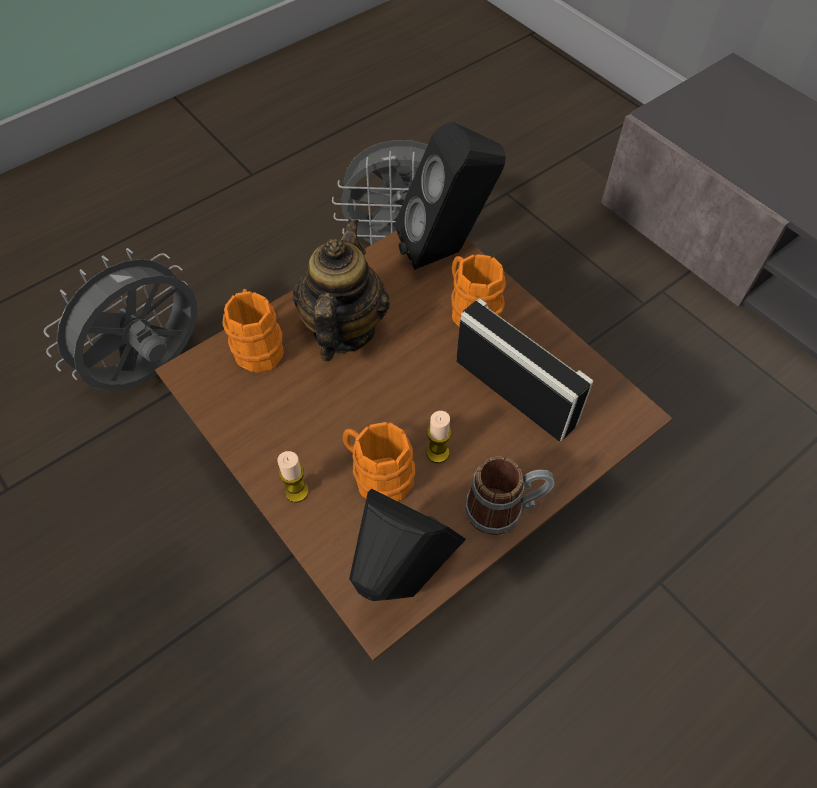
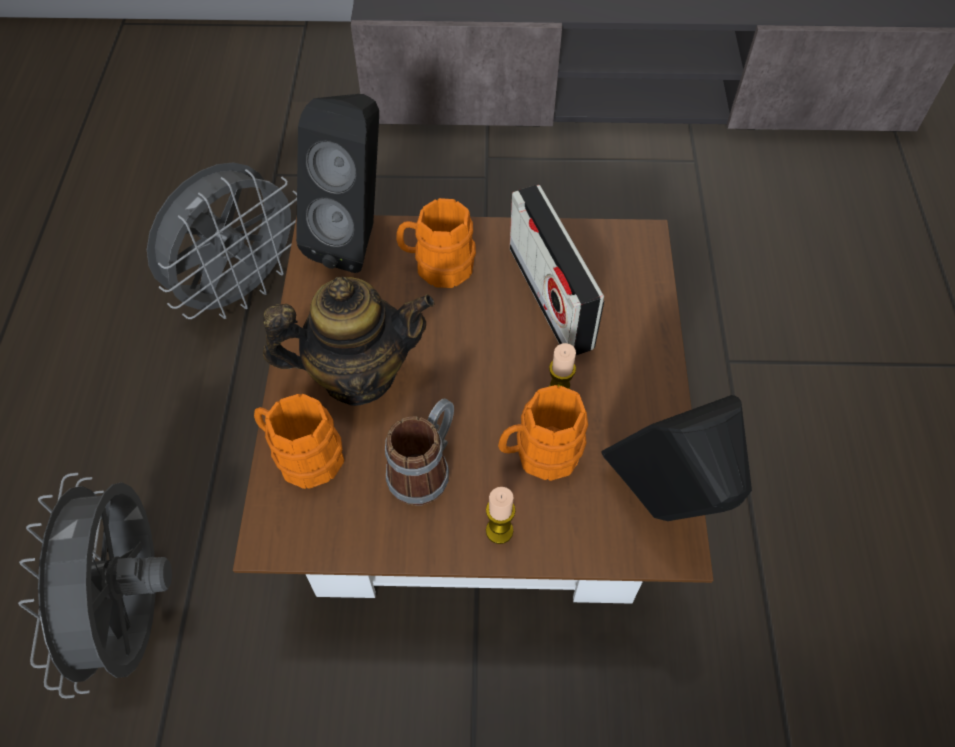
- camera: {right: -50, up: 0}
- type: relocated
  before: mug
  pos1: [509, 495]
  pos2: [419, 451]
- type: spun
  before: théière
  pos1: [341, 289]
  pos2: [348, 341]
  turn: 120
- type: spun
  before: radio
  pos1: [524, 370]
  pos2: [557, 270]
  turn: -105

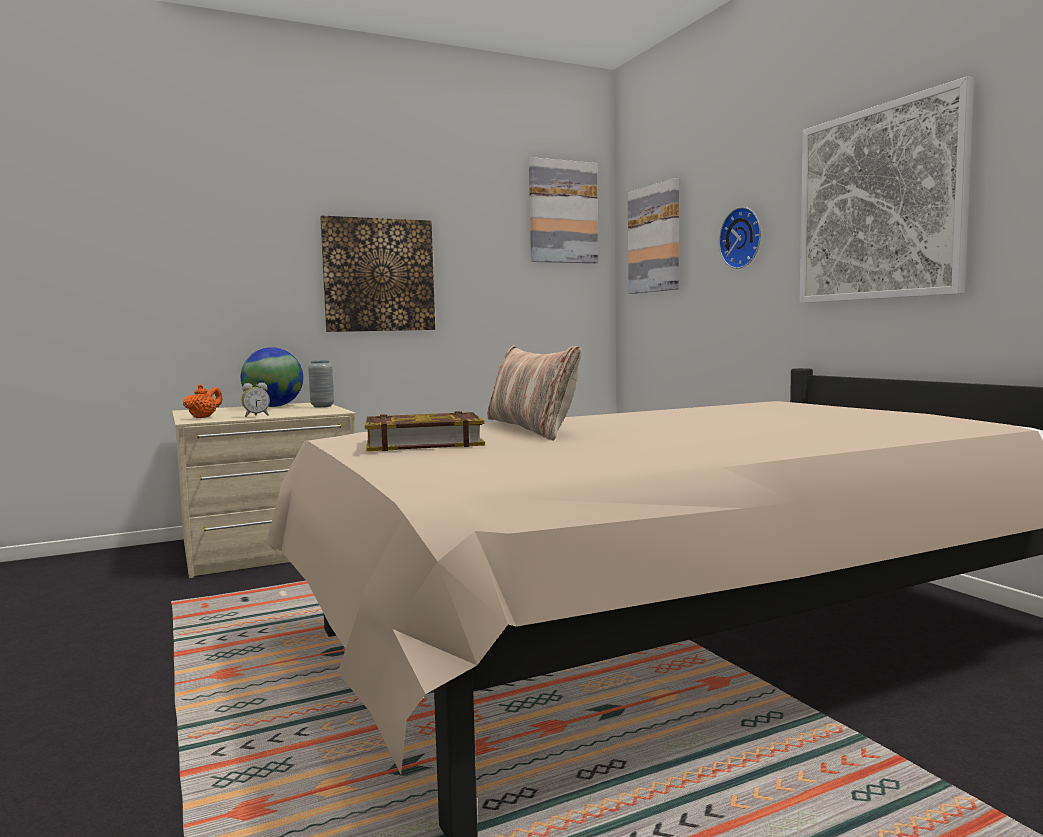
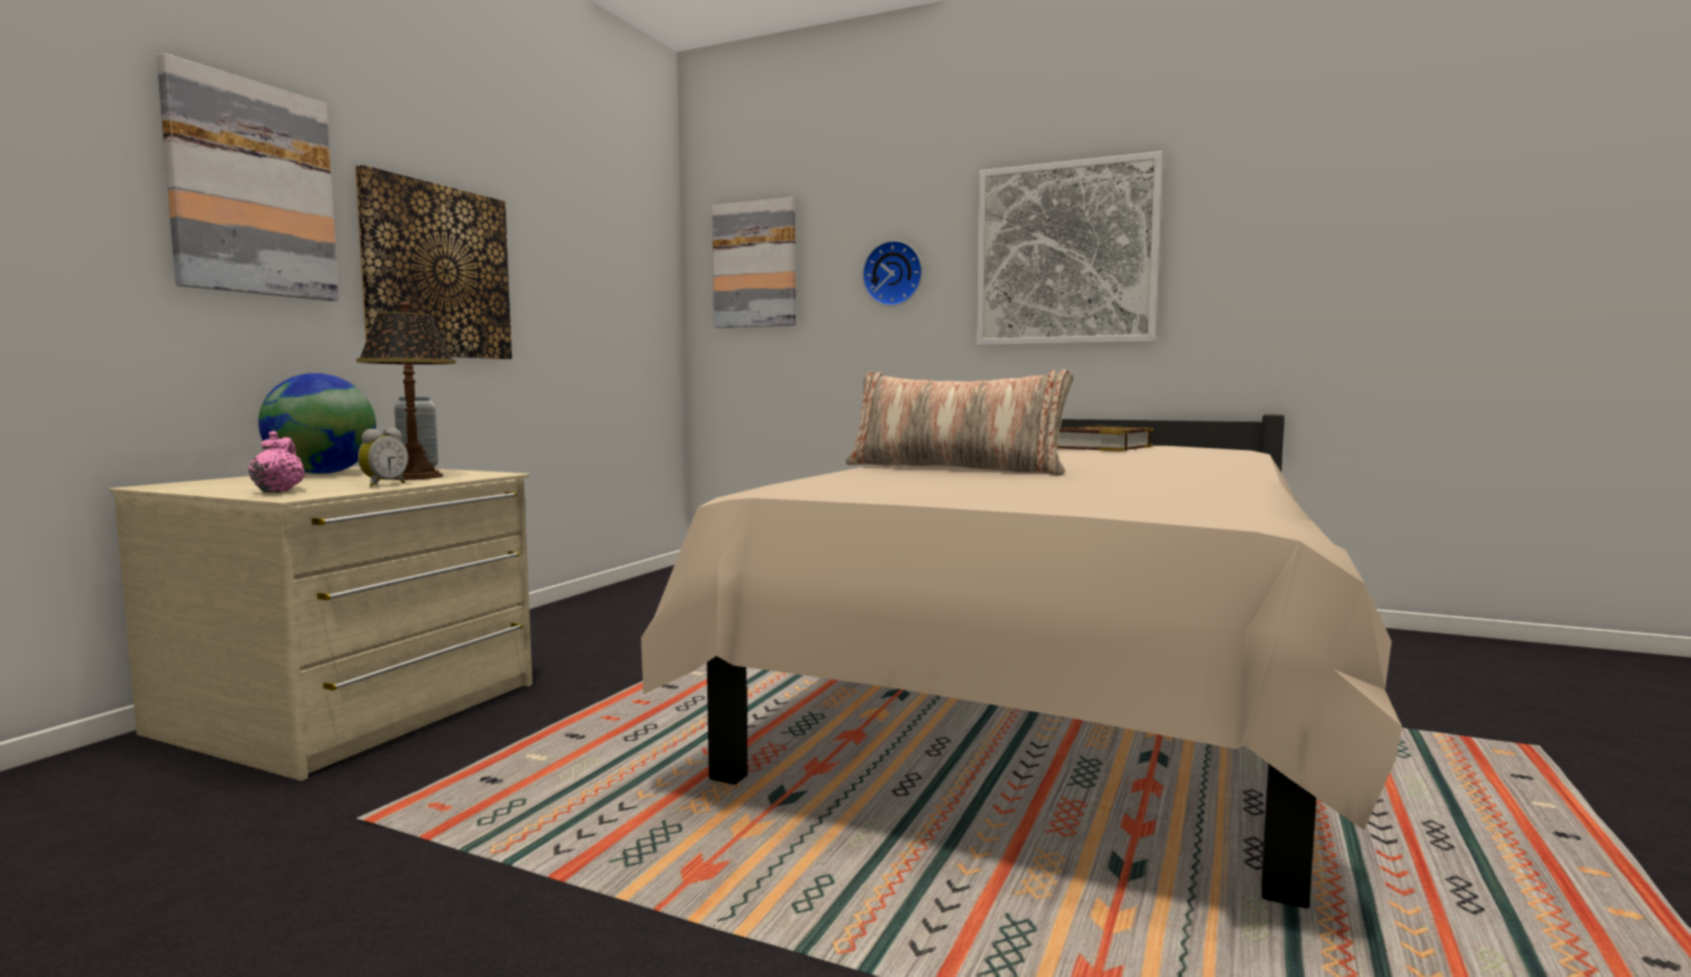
- camera: {right: -40, up: 0}
- type: appeared
  after: lampe de table
  pos2: [406, 390]
- type: relocated
  before: livre
  pos1: [425, 431]
  pos2: [1105, 438]
- type: relocated
  before: tableau
  pos1: [563, 210]
  pos2: [247, 177]
- type: colour
  before: théière/orange
  after: théière/rose
  pos1: [202, 401]
  pos2: [276, 462]

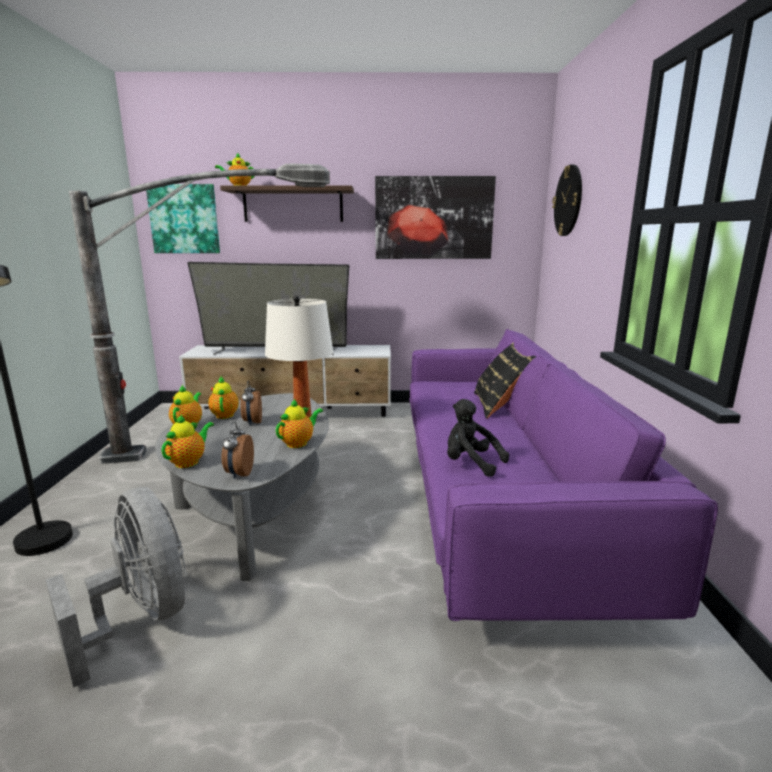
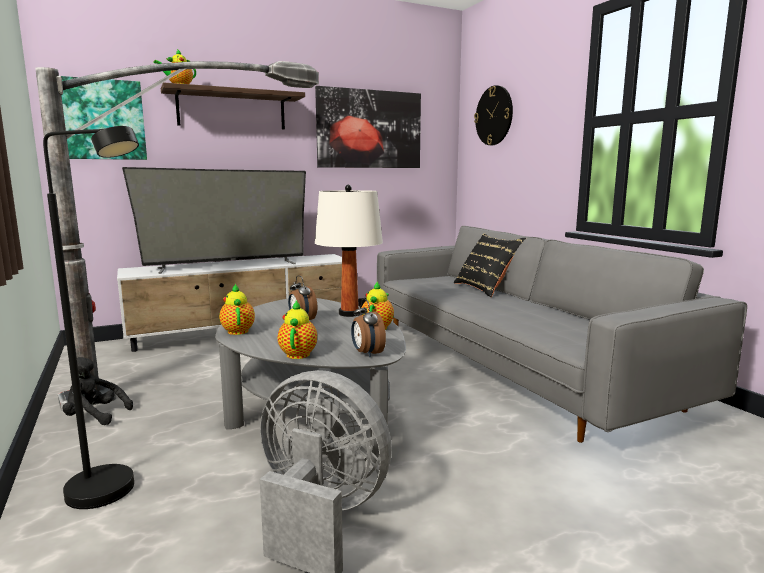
- camera: {right: -25, up: -5}
- type: missing
  before: théière
  pos1: [223, 397]
- type: relocated
  before: peluche/noir
  pos1: [478, 438]
  pos2: [98, 391]
- type: colour
  before: canapé/violet
  after: canapé/gris
  pos1: [563, 475]
  pos2: [562, 334]

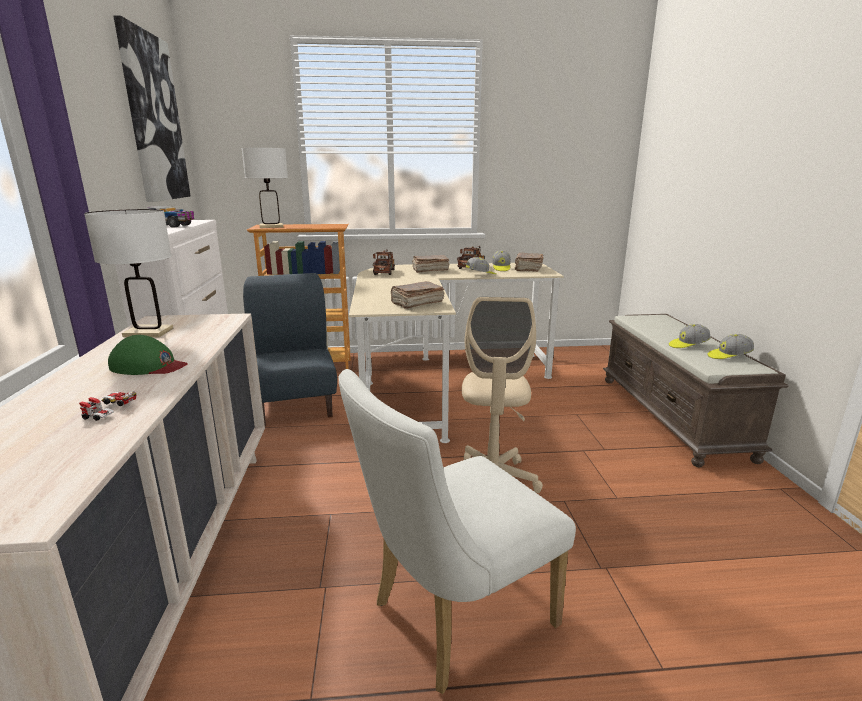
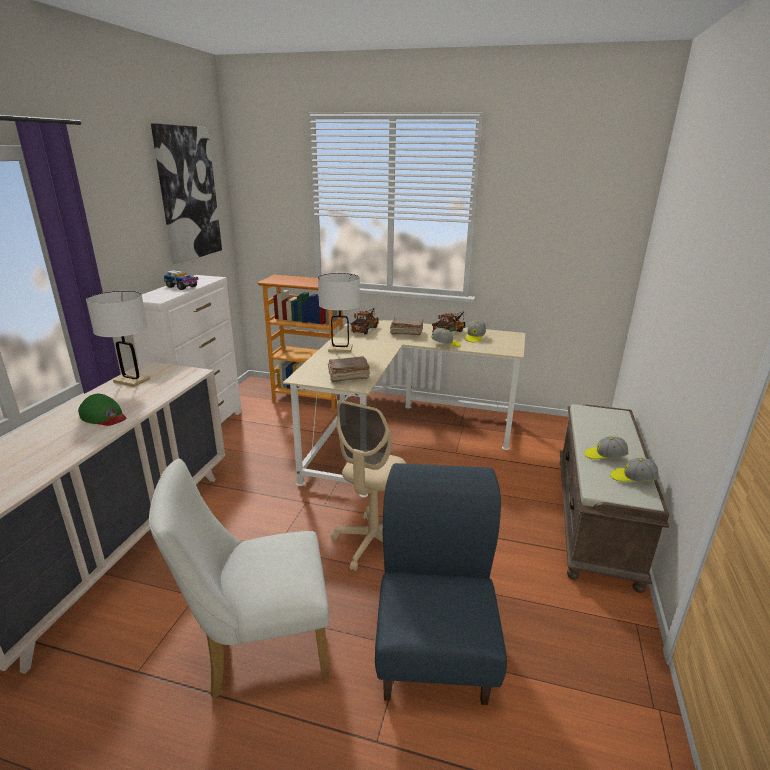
- camera: {right: 20, up: 5}
- type: missing
  before: petite voiture
  pos1: [107, 406]
- type: missing
  before: livre/marron
  pos1: [529, 262]
- type: relocated
  before: lampe de table/blanc
  pos1: [265, 188]
  pos2: [339, 313]
- type: relocated
  before: chaise/bleu
  pos1: [290, 349]
  pos2: [441, 584]

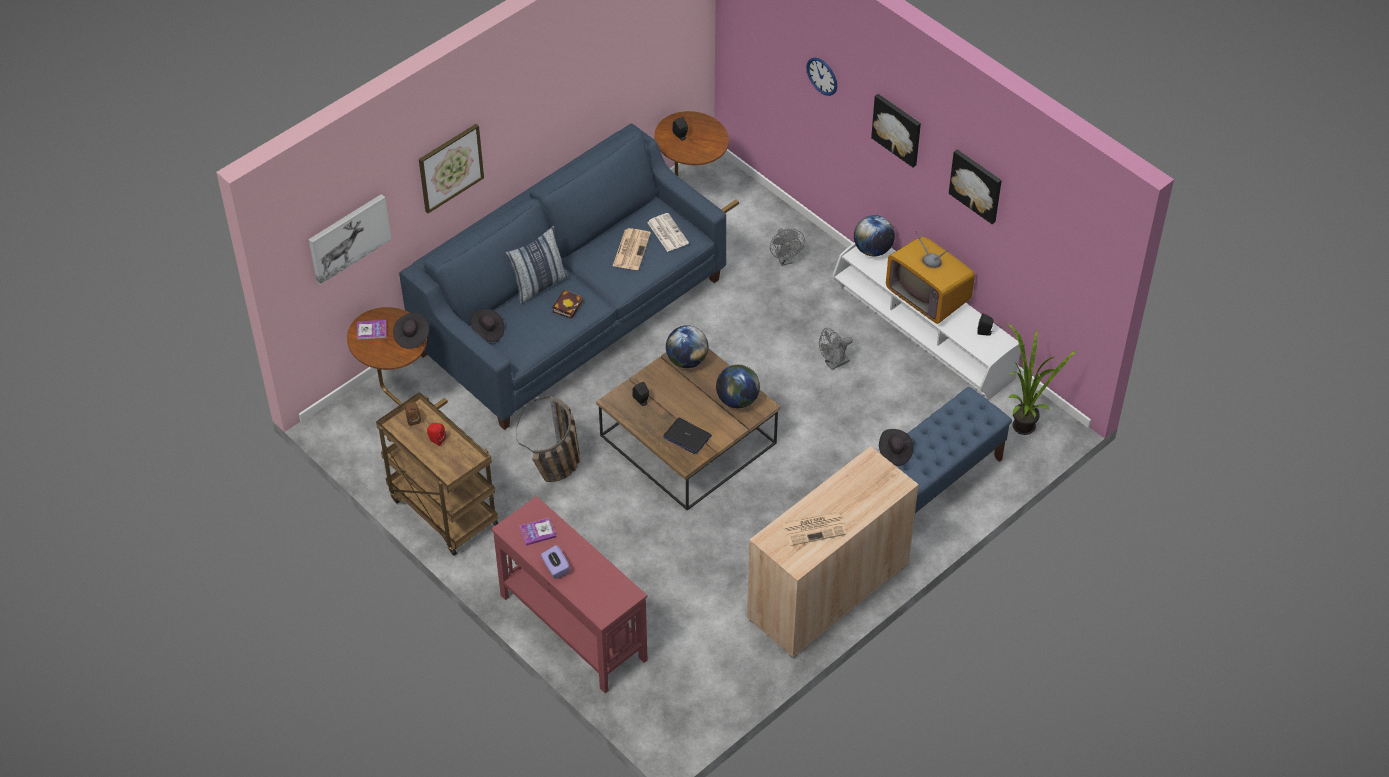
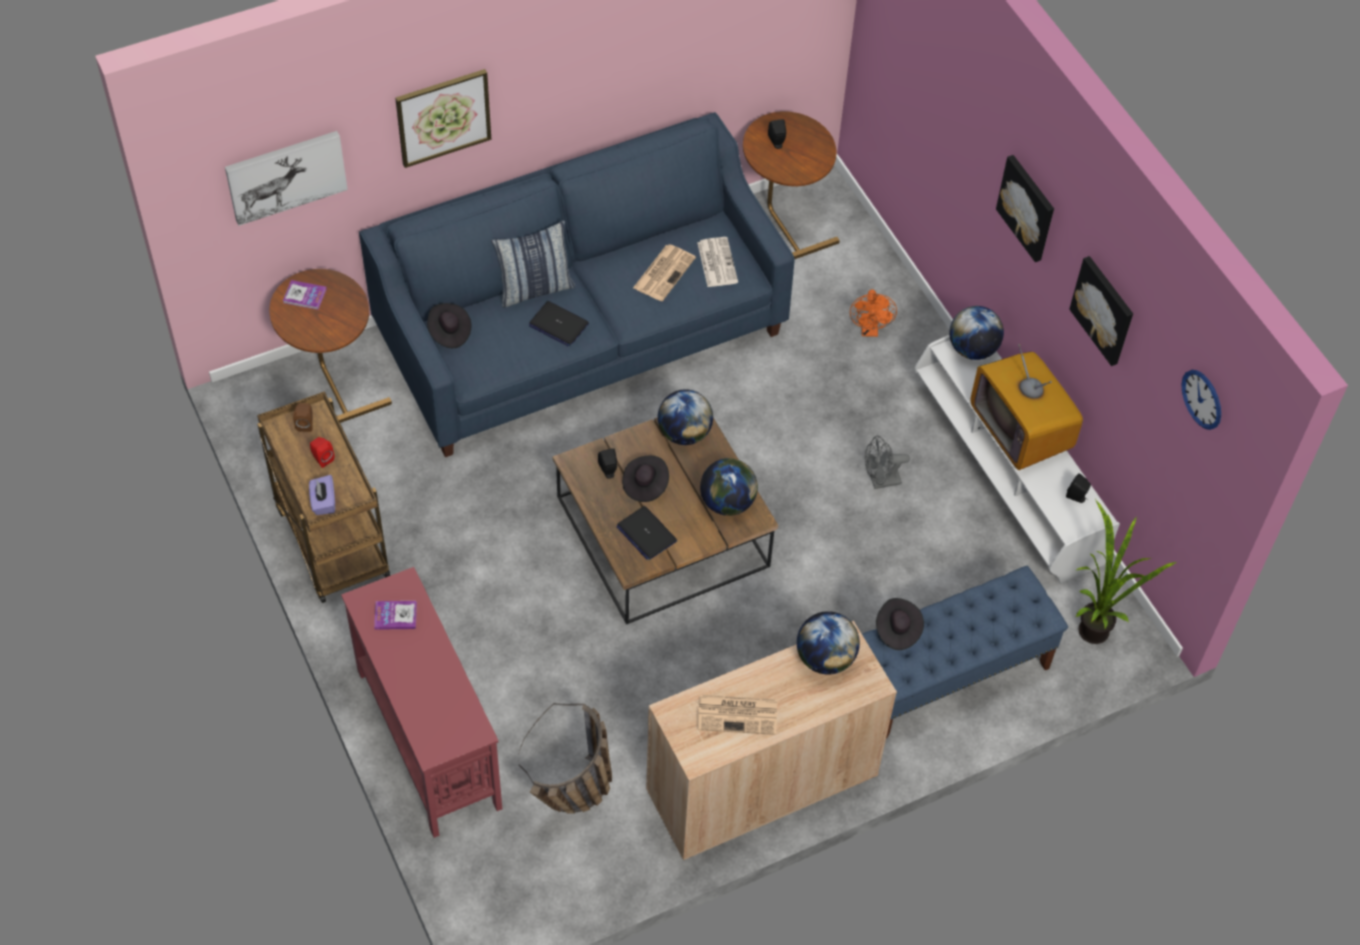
- camera: {right: 15, up: 5}
- type: appeared
  after: globe
  pos2: [828, 643]
- type: relocated
  before: chapeau/noir
  pos1: [411, 330]
  pos2: [645, 478]
- type: relocated
  before: panier
  pos1: [548, 439]
  pos2: [565, 758]
- type: relocated
  before: boîte à mouchoirs/violet
  pos1: [555, 562]
  pos2: [322, 495]
- type: relocated
  before: horloge murale
  pos1: [821, 76]
  pos2: [1201, 400]
- type: exchanged
  before: livre
  after: ordinateur portable
  pos1: [567, 304]
  pos2: [559, 324]
- type: colour
  before: ventilateur/gris
  after: ventilateur/orange
  pos1: [787, 247]
  pos2: [873, 313]

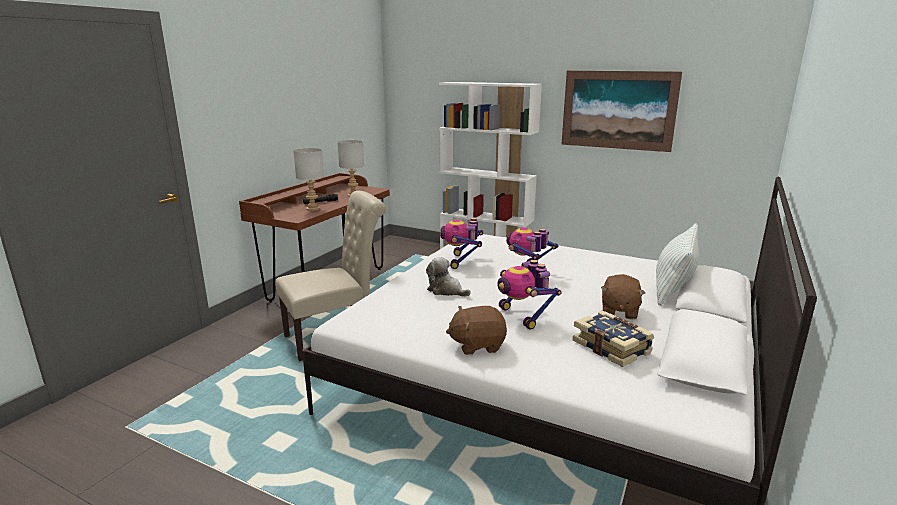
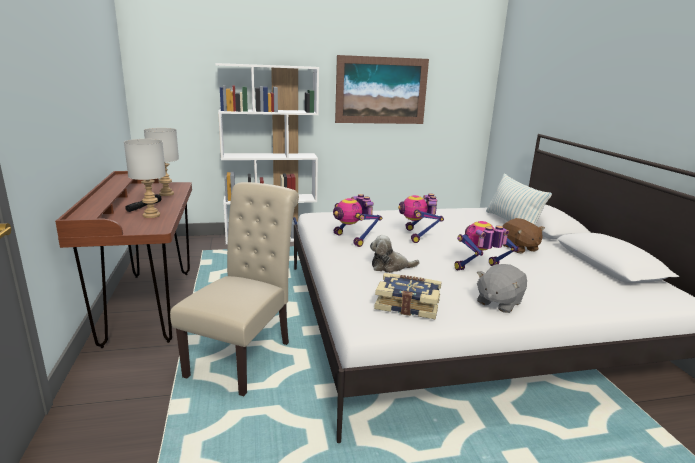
- camera: {right: -40, up: 0}
- type: relocated
  before: livre
  pos1: [613, 339]
  pos2: [407, 296]
- type: colour
  before: peluche/marron
  after: peluche/gris
  pos1: [476, 330]
  pos2: [502, 288]
- type: spun
  before: robot jouet
  pos1: [529, 295]
  pos2: [487, 245]
  turn: 135

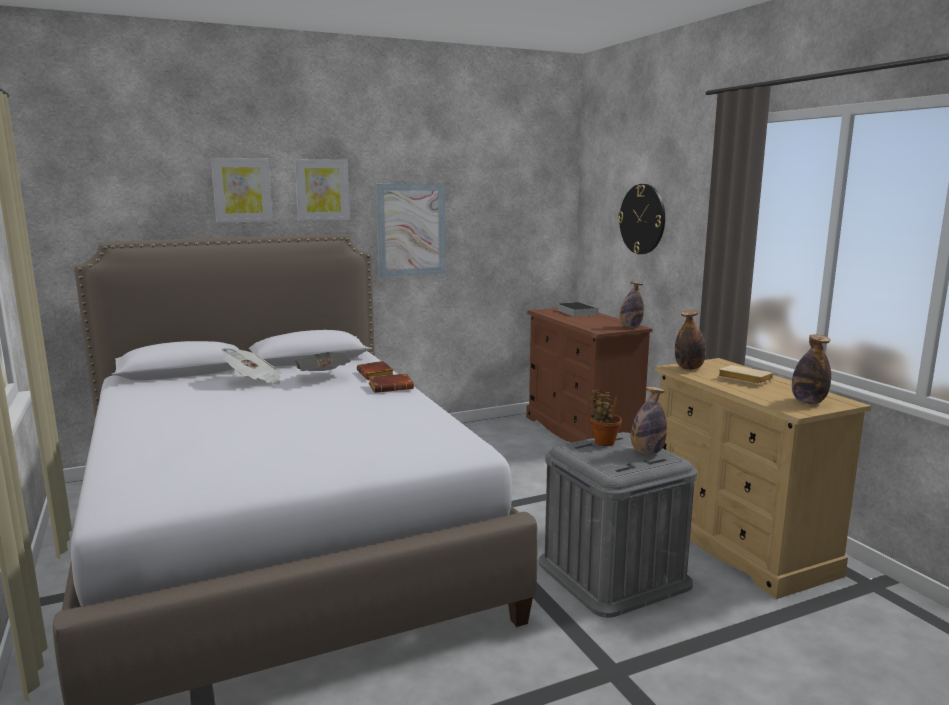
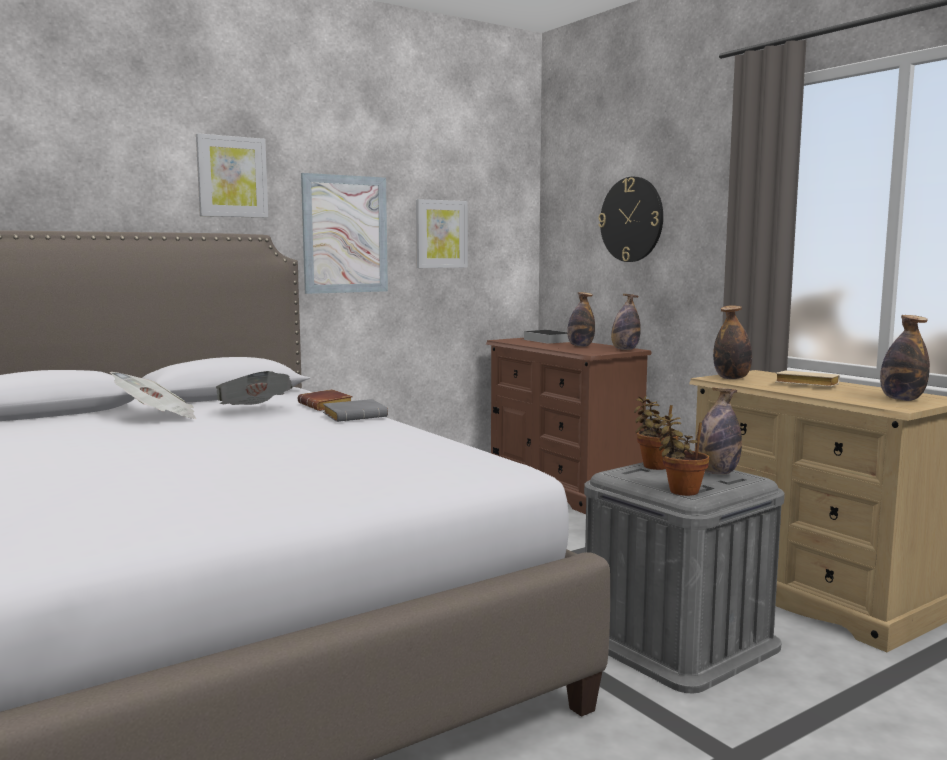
- camera: {right: -10, up: -5}
- type: appeared
  after: bouteille
  pos2: [581, 319]
- type: appeared
  after: plante en pot
  pos2: [683, 455]
- type: relocated
  before: tableau
  pos1: [242, 190]
  pos2: [442, 233]
- type: colour
  before: livre/marron
  after: livre/gris
  pos1: [391, 383]
  pos2: [355, 410]

